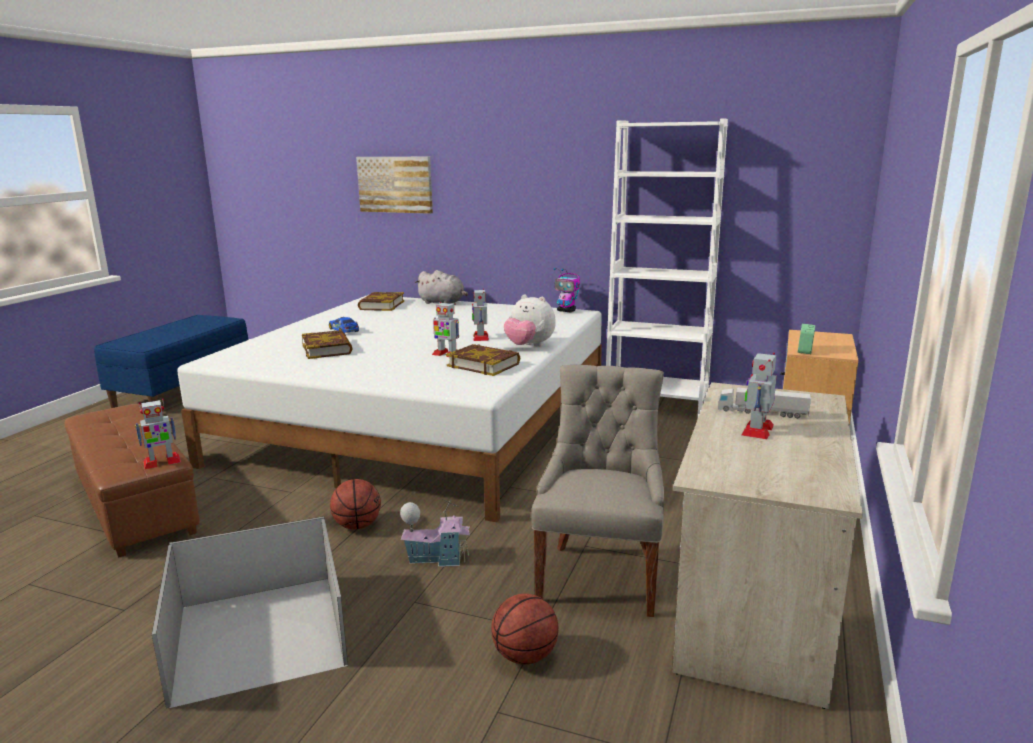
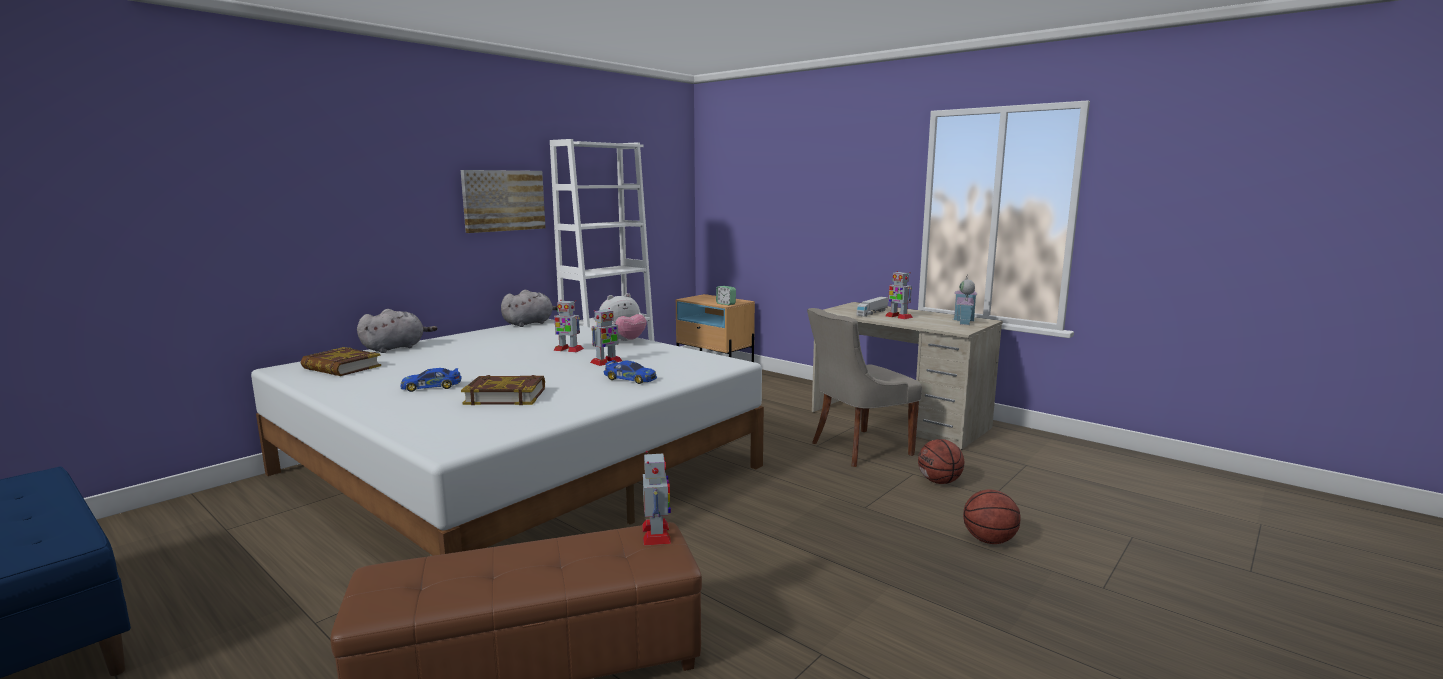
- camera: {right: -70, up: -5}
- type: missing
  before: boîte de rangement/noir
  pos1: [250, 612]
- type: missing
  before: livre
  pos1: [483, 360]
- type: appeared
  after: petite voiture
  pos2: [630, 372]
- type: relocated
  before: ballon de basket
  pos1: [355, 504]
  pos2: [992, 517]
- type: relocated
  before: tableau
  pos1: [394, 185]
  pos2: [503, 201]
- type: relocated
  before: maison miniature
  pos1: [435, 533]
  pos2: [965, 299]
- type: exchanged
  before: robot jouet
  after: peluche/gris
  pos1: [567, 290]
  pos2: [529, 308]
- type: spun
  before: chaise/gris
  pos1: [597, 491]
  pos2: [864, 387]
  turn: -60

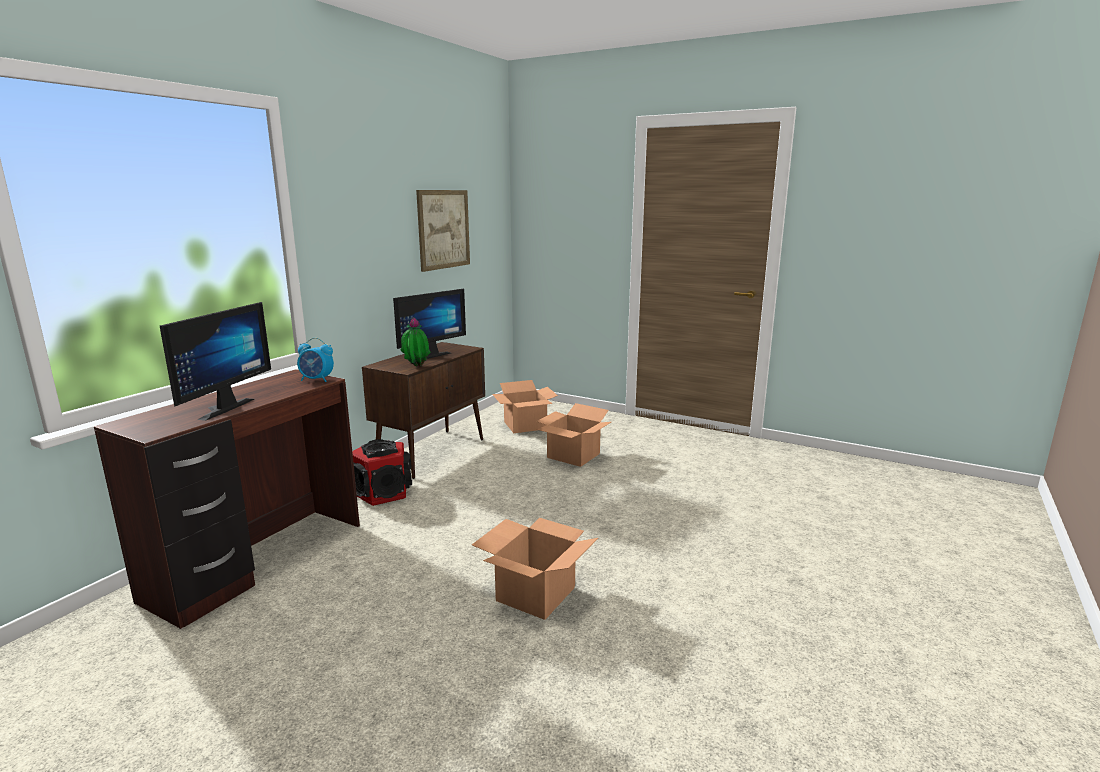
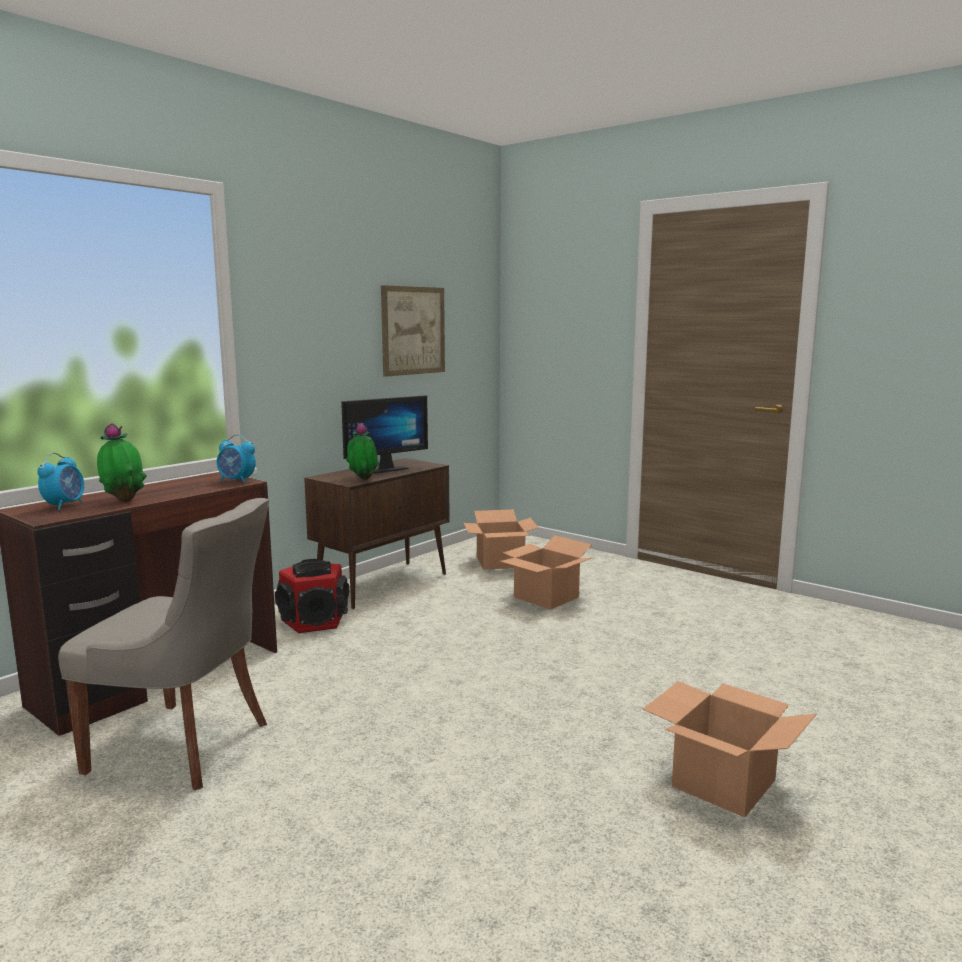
- camera: {right: 10, up: -5}
- type: appeared
  after: réveil
  pos2: [60, 481]
- type: appeared
  after: chaise/gris
  pos2: [163, 644]
- type: relocated
  before: carton
  pos1: [535, 569]
  pos2: [730, 749]
- type: exchanged
  before: écran d'ordinateur
  after: plante en pot
  pos1: [215, 361]
  pos2: [122, 462]

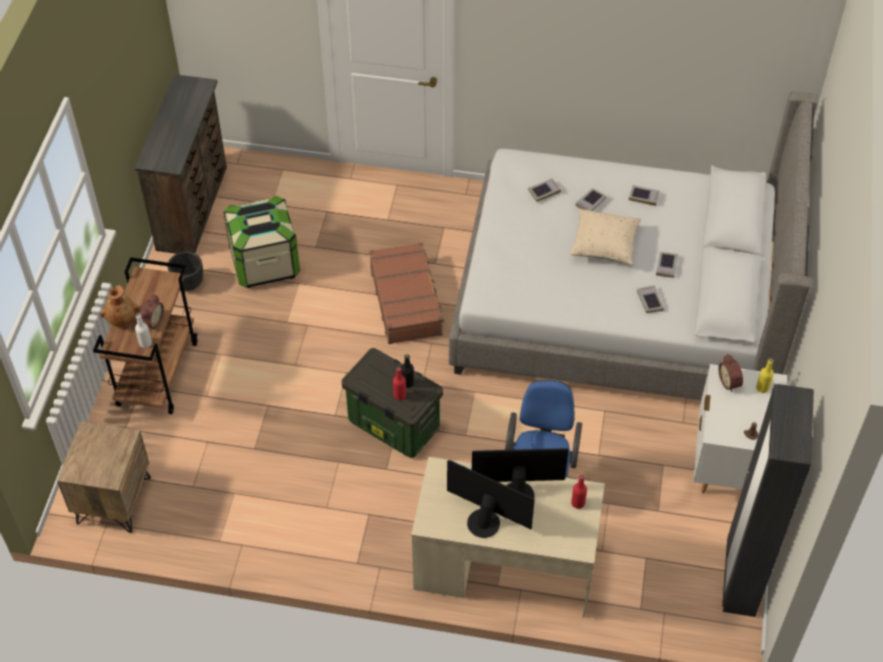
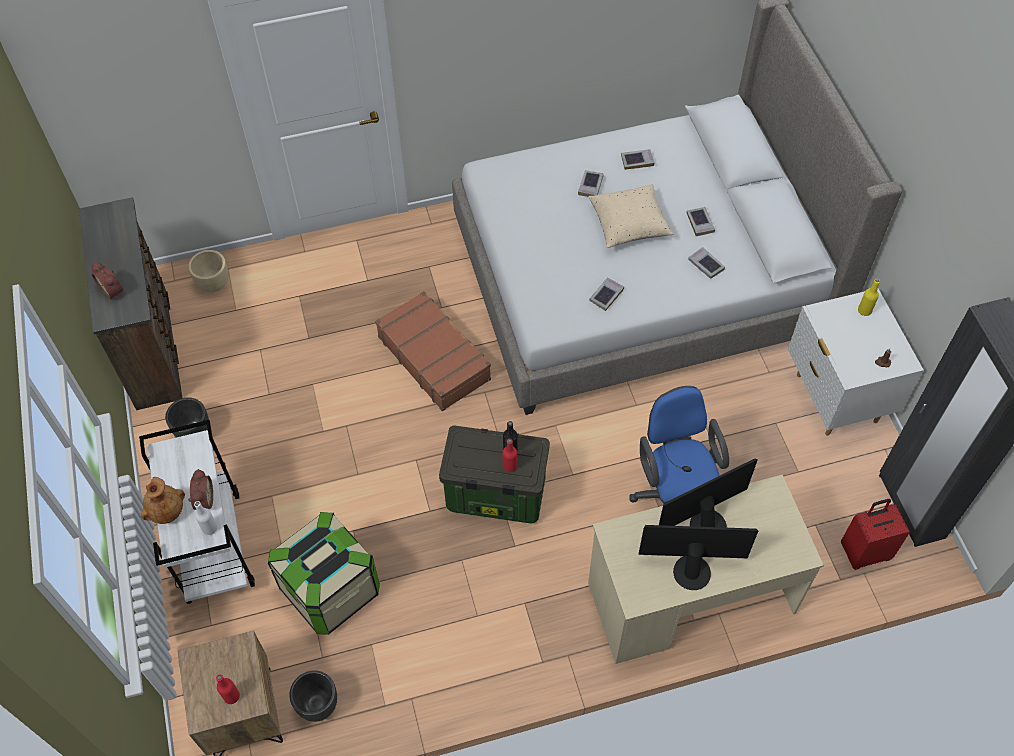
- camera: {right: -25, up: 5}
- type: appeared
  after: cache-pot/beige
  pos2: [208, 271]
- type: appeared
  after: cache-pot/noir
  pos2: [313, 696]
- type: appeared
  after: valise/rouge
  pos2: [875, 534]
- type: relocated
  before: boîte de rangement
  pos1: [262, 242]
  pos2: [324, 573]
- type: relocated
  before: livre
  pos1: [544, 190]
  pos2: [606, 294]
- type: relocated
  before: bouteille/rouge
  pos1: [579, 492]
  pos2: [228, 689]
- type: relocated
  before: réveil
  pos1: [730, 373]
  pos2: [107, 281]
- type: colour
  before: chariot/marron
  after: chariot/blanc
  pos1: [145, 335]
  pos2: [197, 512]

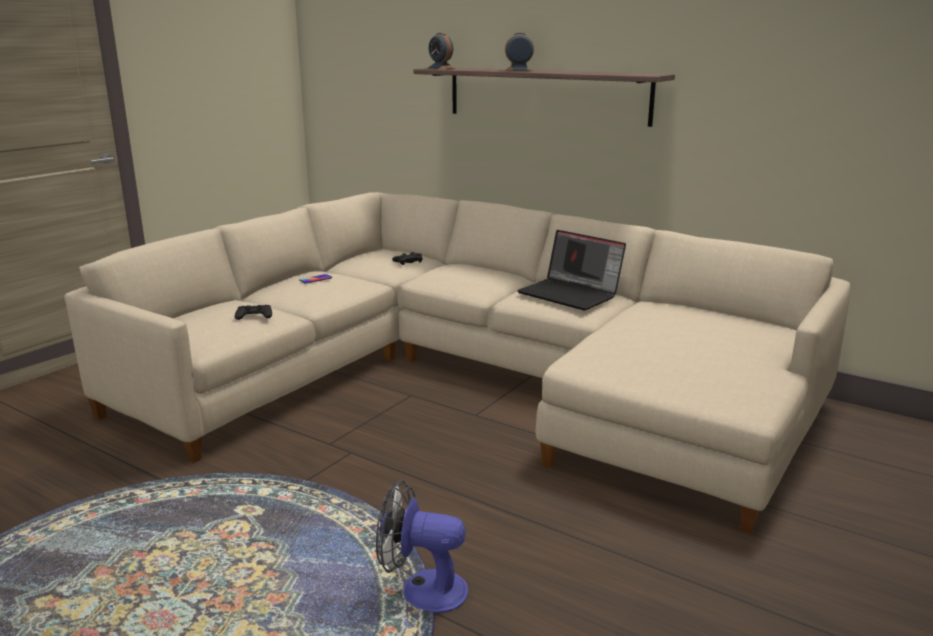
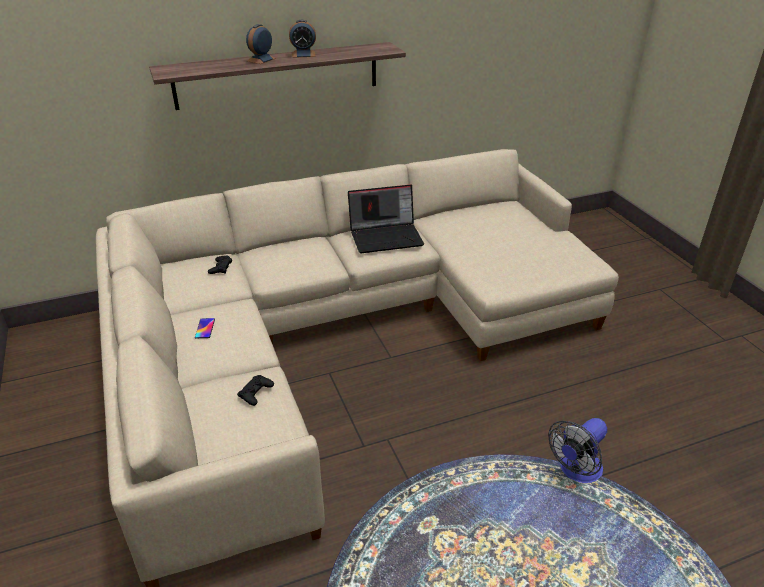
- camera: {right: -55, up: 15}
- type: relocated
  before: réveil
  pos1: [441, 51]
  pos2: [302, 39]

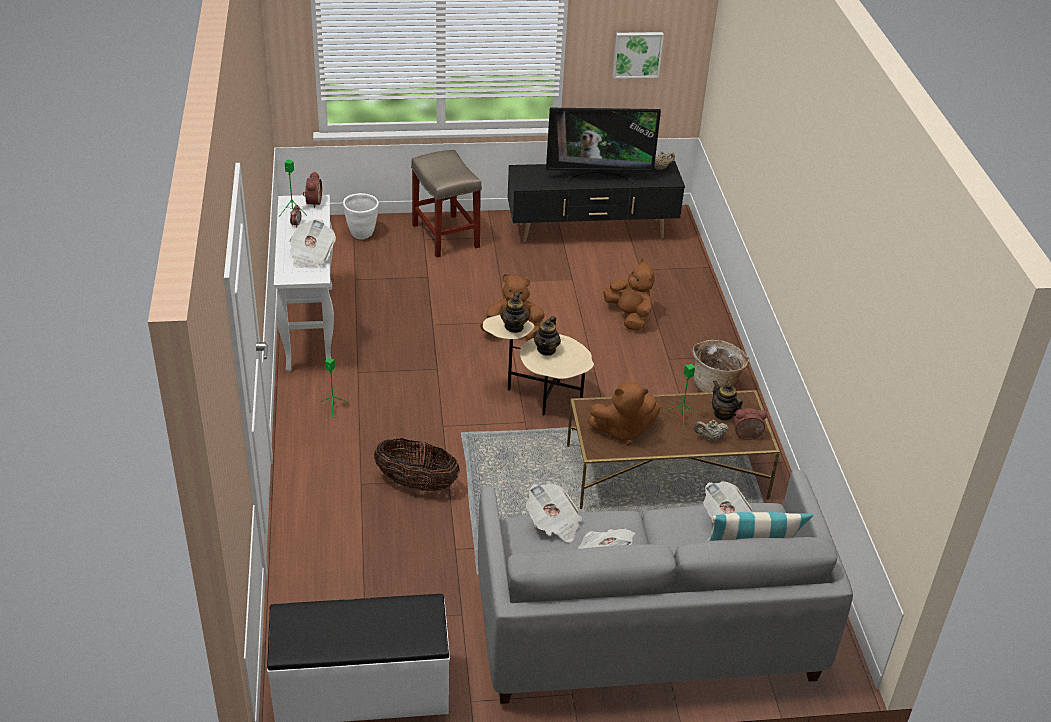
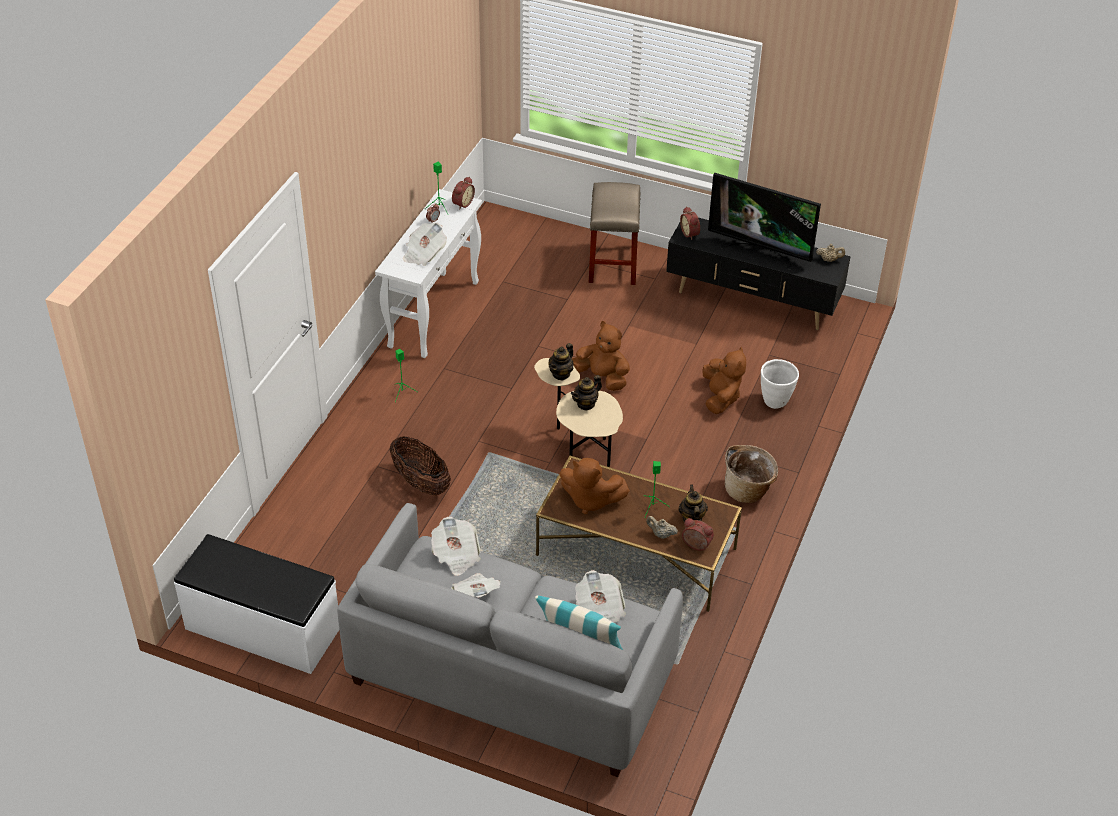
- camera: {right: 30, up: 5}
- type: missing
  before: tableau
  pos1: [638, 55]
- type: appeared
  after: réveil
  pos2: [690, 223]
- type: relocated
  before: cache-pot/blanc
  pos1: [361, 216]
  pos2: [780, 384]

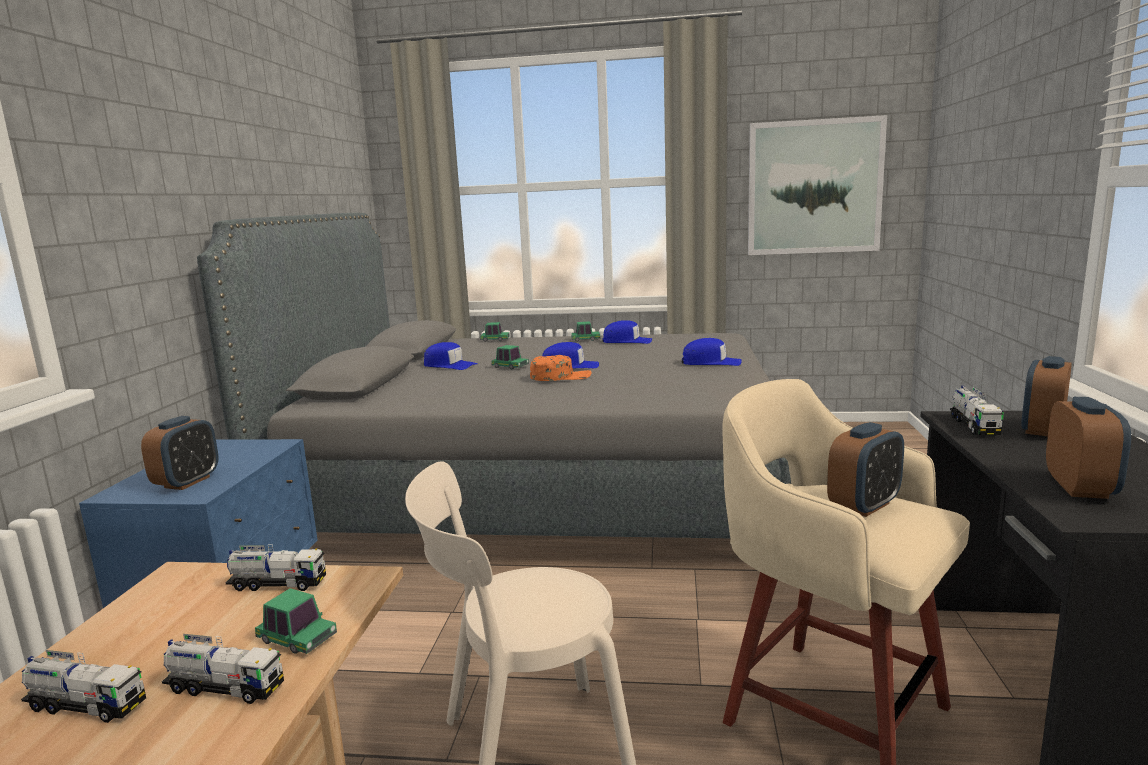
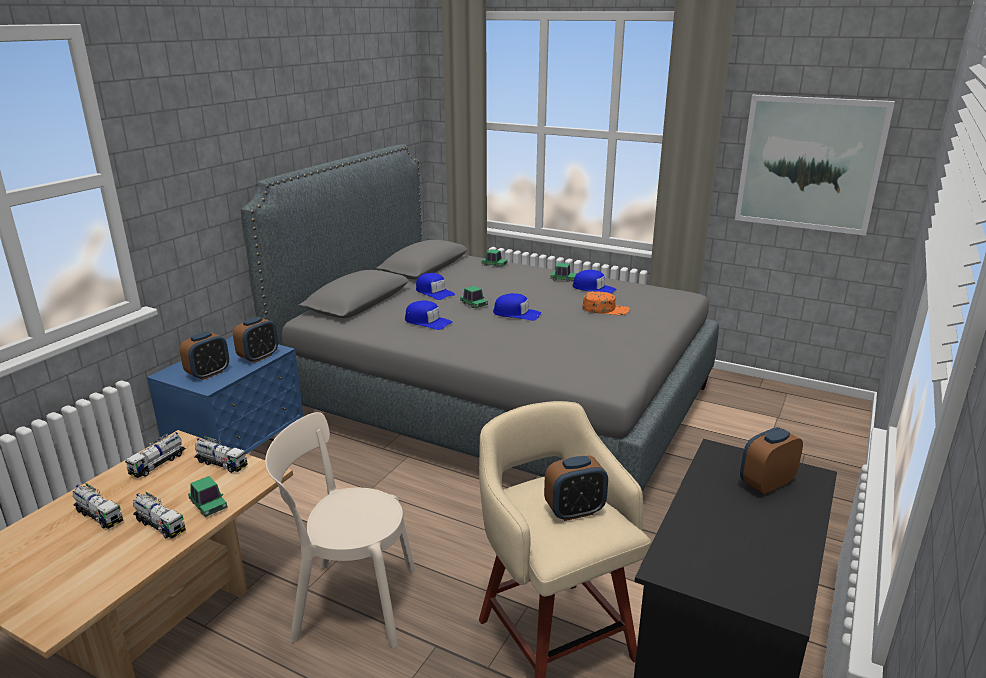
- camera: {right: 20, up: 10}
- type: relocated
  before: casquette/orange
  pos1: [560, 368]
  pos2: [606, 303]
- type: relocated
  before: casquette/bleu
  pos1: [711, 352]
  pos2: [428, 315]
- type: relocated
  before: camion jouet
  pos1: [977, 410]
  pos2: [155, 455]
- type: relocated
  before: réveil
  pos1: [1088, 448]
  pos2: [255, 340]

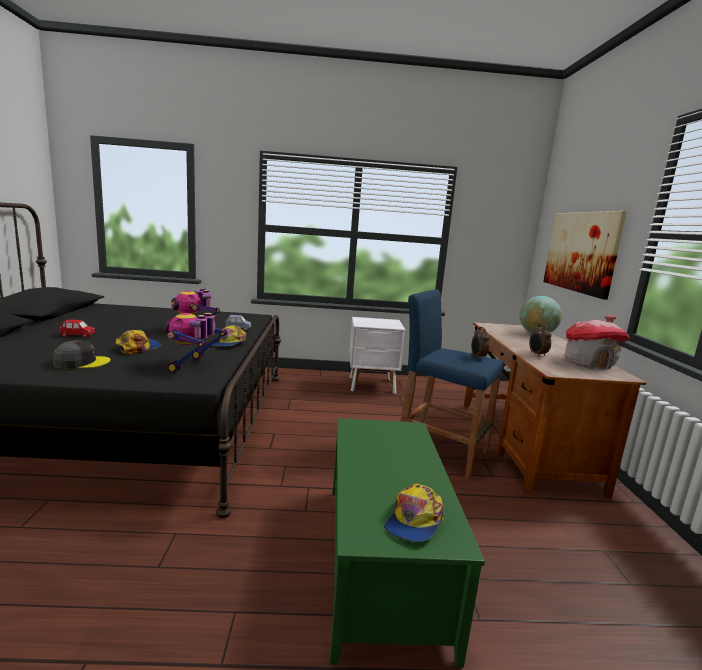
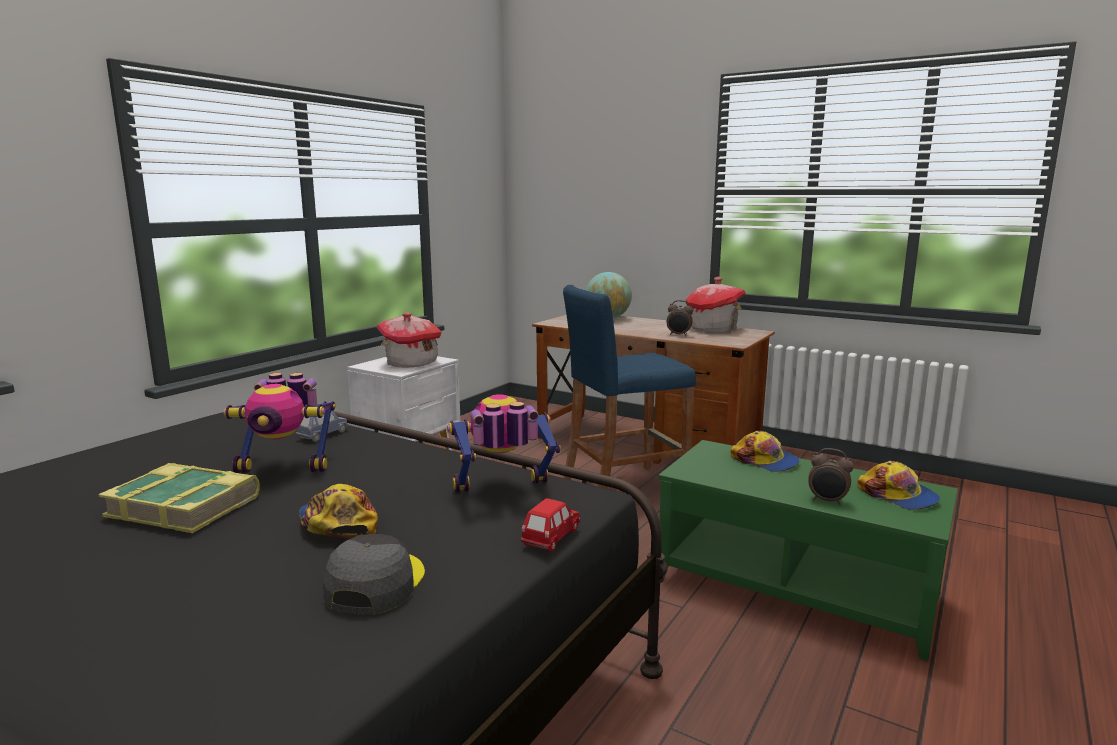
- camera: {right: -55, up: 0}
- type: missing
  before: tableau
  pos1: [585, 255]
- type: appeared
  after: livre
  pos2: [179, 498]
- type: appeared
  after: maison miniature
  pos2: [409, 340]
- type: relocated
  before: petite voiture/rouge
  pos1: [77, 328]
  pos2: [550, 525]
- type: relocated
  before: casquette
  pos1: [228, 335]
  pos2: [765, 451]
- type: relocated
  before: réveil
  pos1: [480, 343]
  pos2: [831, 476]
- type: spun
  before: robot jouet
  pos1: [196, 343]
  pos2: [504, 443]
  turn: 120

